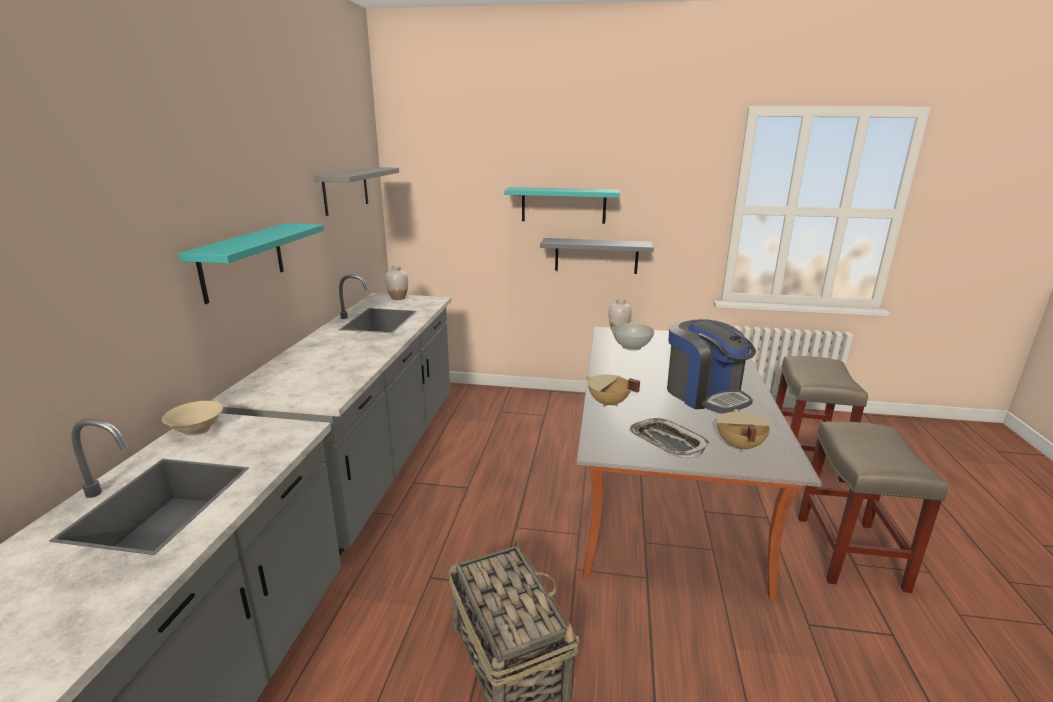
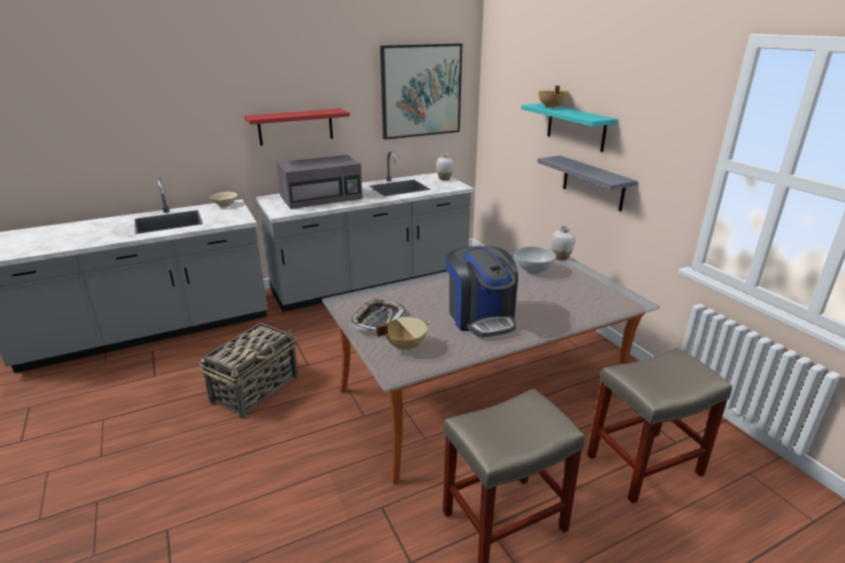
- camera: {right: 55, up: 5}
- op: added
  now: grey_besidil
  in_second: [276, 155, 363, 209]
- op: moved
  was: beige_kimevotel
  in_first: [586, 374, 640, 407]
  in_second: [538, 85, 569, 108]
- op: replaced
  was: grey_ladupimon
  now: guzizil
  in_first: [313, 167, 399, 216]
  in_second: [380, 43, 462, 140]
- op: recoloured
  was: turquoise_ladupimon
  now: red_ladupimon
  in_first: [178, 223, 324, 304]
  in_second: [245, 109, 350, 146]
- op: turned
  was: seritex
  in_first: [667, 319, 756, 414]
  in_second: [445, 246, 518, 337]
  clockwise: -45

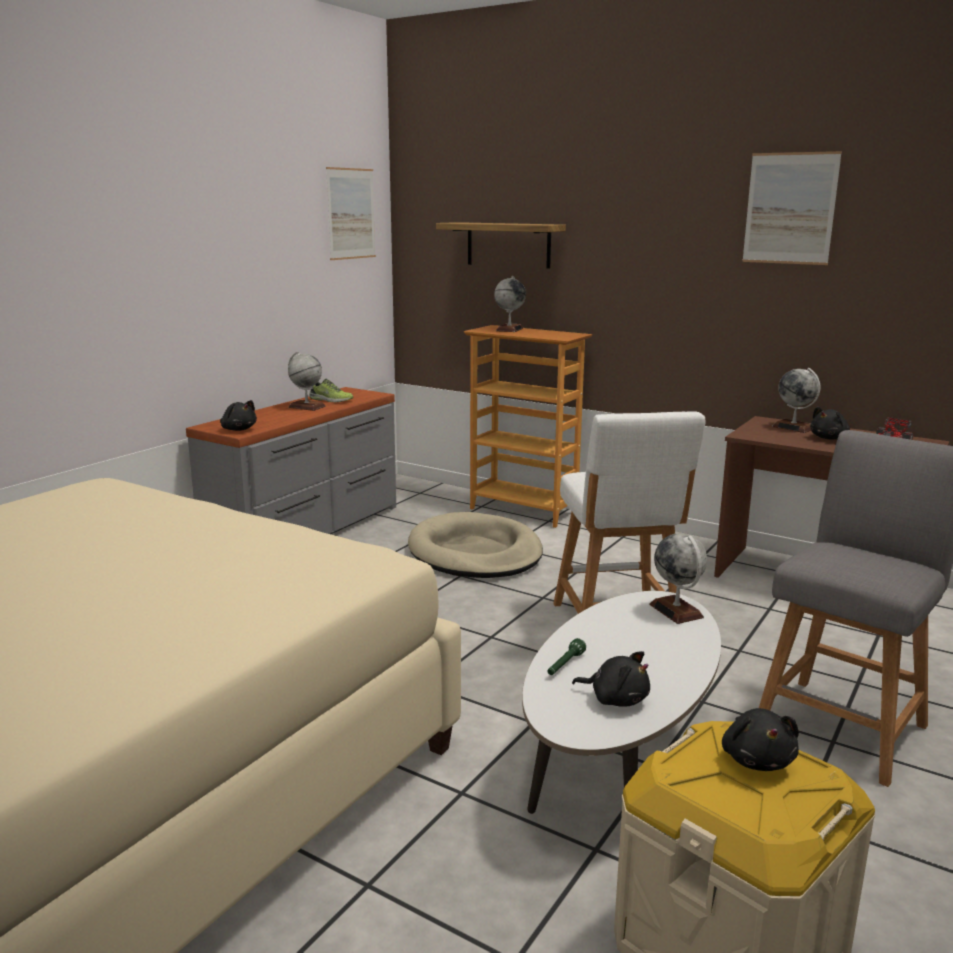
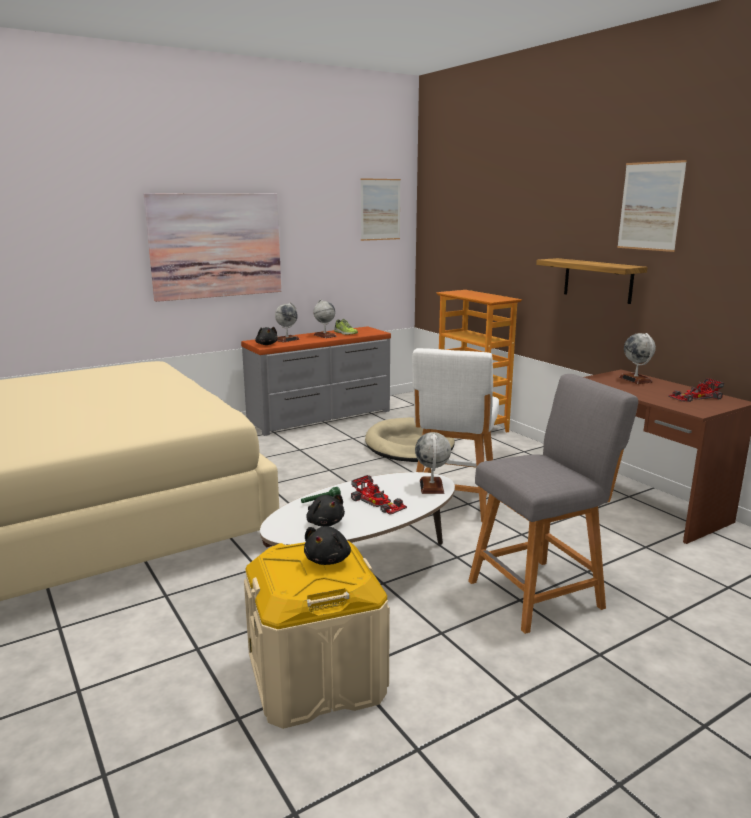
- camera: {right: 25, up: 0}
- op: removed
  was: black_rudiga
  in_first: [810, 406, 850, 440]
- op: added
  now: guzizil
  in_second: [143, 193, 281, 302]
- op: added
  now: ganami
  in_second: [351, 475, 407, 515]
- op: moved
  was: ladupimon
  in_first: [436, 222, 566, 269]
  in_second: [536, 258, 648, 304]
- op: moved
  was: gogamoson
  in_first: [494, 276, 526, 332]
  in_second: [275, 302, 300, 342]

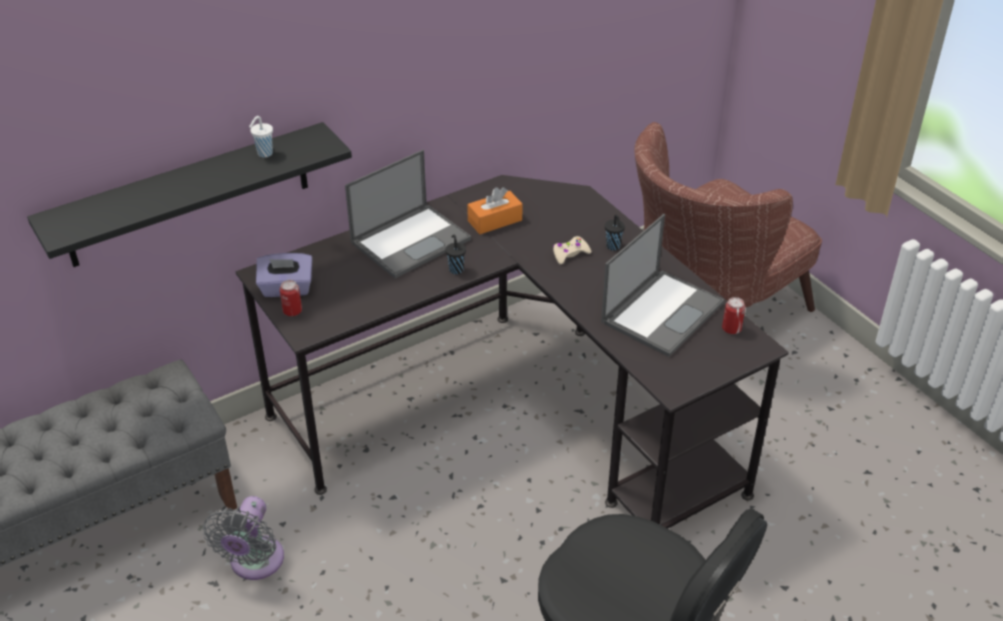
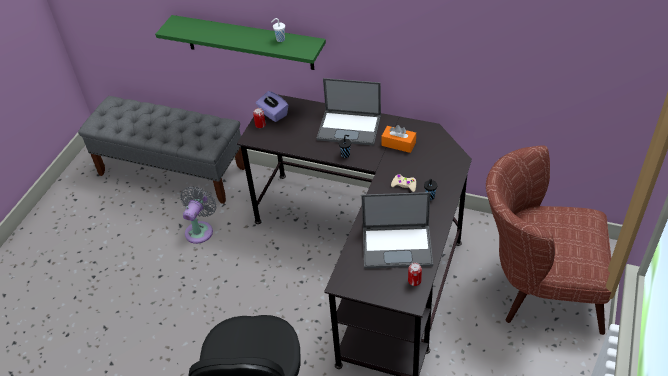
- camera: {right: 55, up: 5}
- op: recoloured
  was: black_ladupimon
  now: green_ladupimon
  in_first: [27, 122, 352, 267]
  in_second: [155, 15, 326, 70]
- op: turned
  was: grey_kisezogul
  in_first: [203, 496, 284, 580]
  in_second: [180, 186, 216, 244]
  clockwise: 135

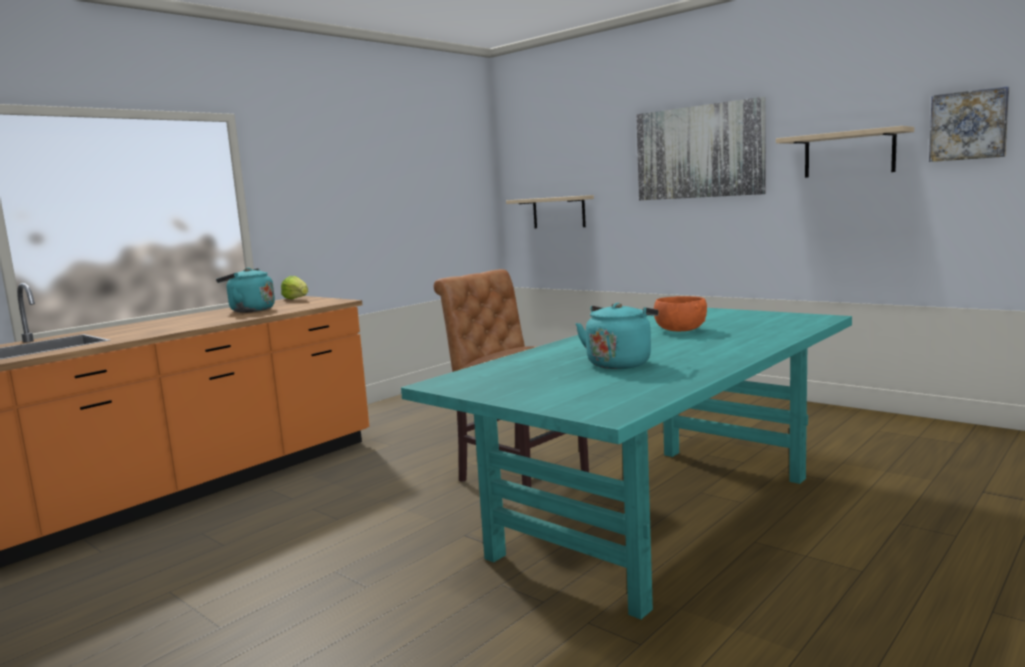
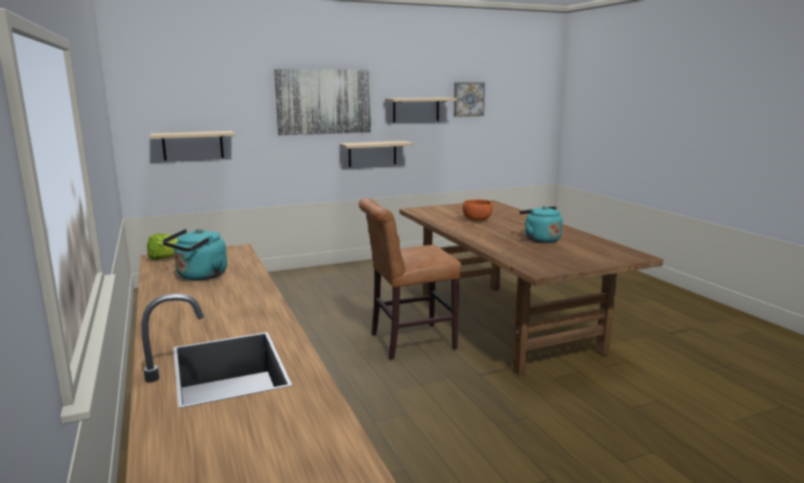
- camera: {right: -65, up: 5}
- op: added
  now: beige_ladupimon
  in_second: [340, 141, 413, 167]
- op: recoloured
  was: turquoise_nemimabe
  now: brown_nemimabe
  in_first: [401, 308, 852, 619]
  in_second: [400, 200, 663, 376]

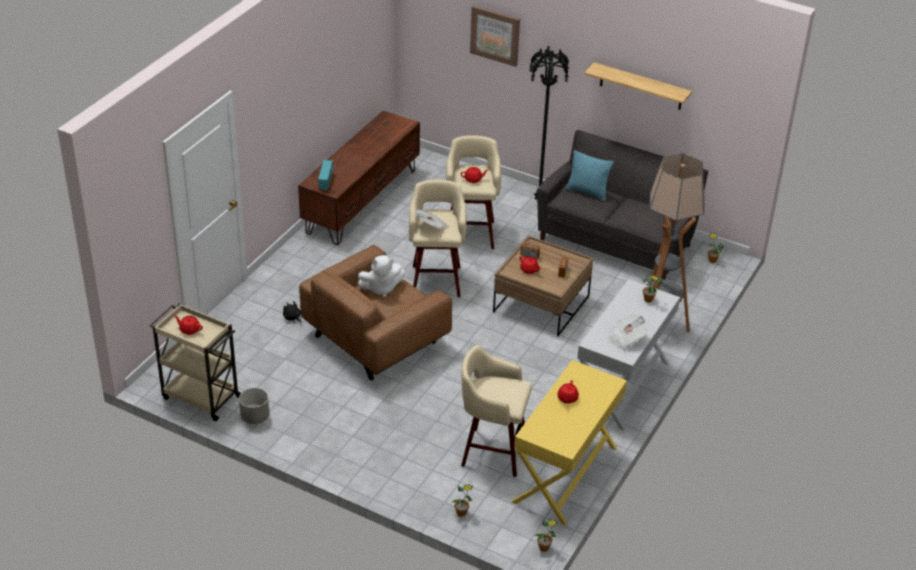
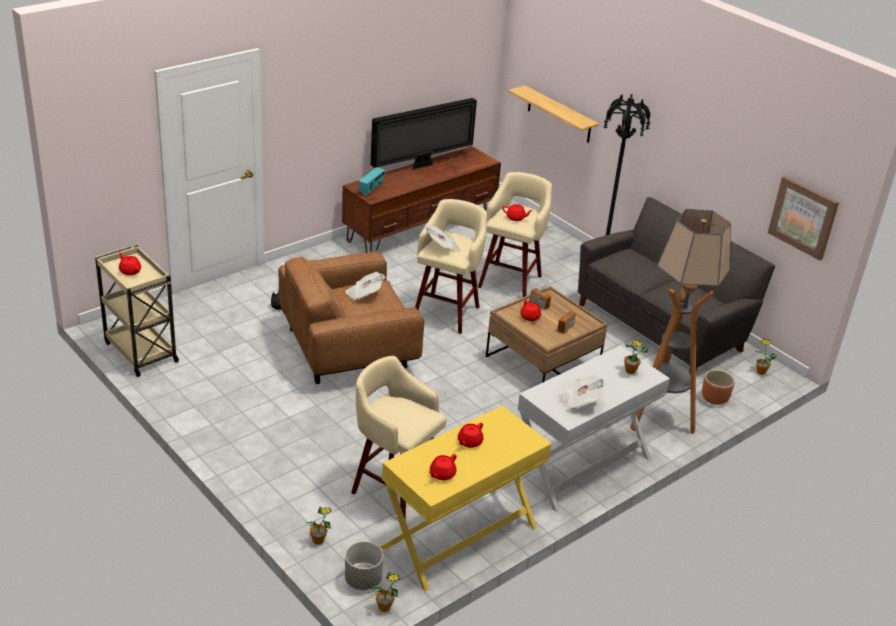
- camera: {right: 20, up: -5}
- op: removed
  was: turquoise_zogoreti
  in_first: [566, 150, 614, 201]
- op: added
  now: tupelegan
  in_second: [371, 98, 477, 170]
- op: added
  now: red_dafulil
  in_second: [429, 454, 457, 480]
- op: added
  now: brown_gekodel
  in_second: [702, 370, 735, 405]
- op: moved
  was: grey_gekodel
  in_first: [239, 388, 269, 424]
  in_second: [345, 541, 383, 590]
- op: moved
  was: guzizil
  in_first: [470, 5, 520, 67]
  in_second: [768, 176, 839, 260]
- op: moved
  was: ladupimon
  in_first: [584, 62, 692, 110]
  in_second: [508, 85, 599, 143]
- op: replaced
  was: white_rudiga
  now: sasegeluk
  in_first: [358, 255, 405, 297]
  in_second: [346, 272, 385, 301]

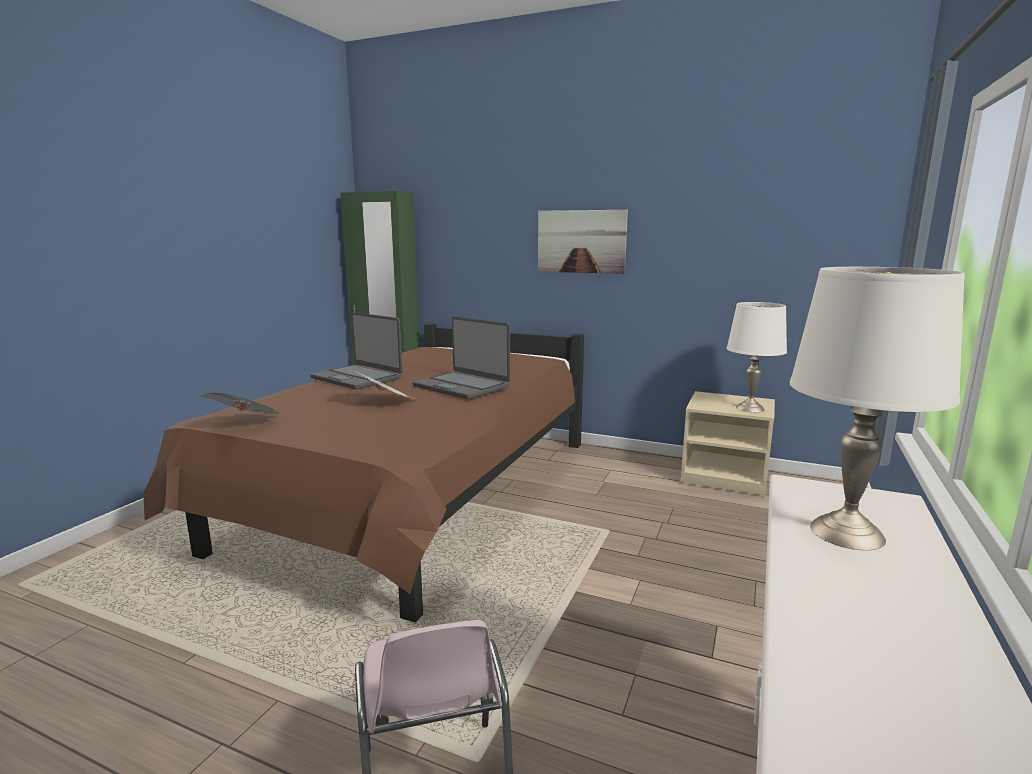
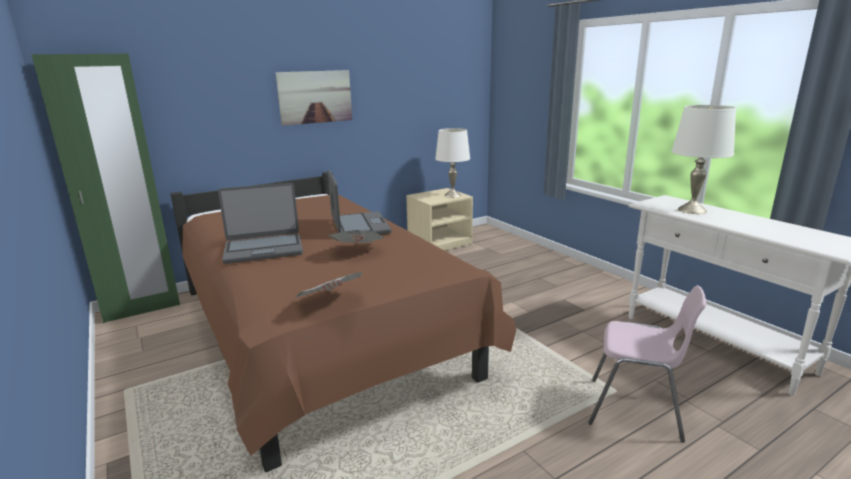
- camera: {right: -55, up: 5}
- op: turned
  was: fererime
  in_first: [413, 316, 510, 399]
  in_second: [328, 170, 392, 234]
  clockwise: -90

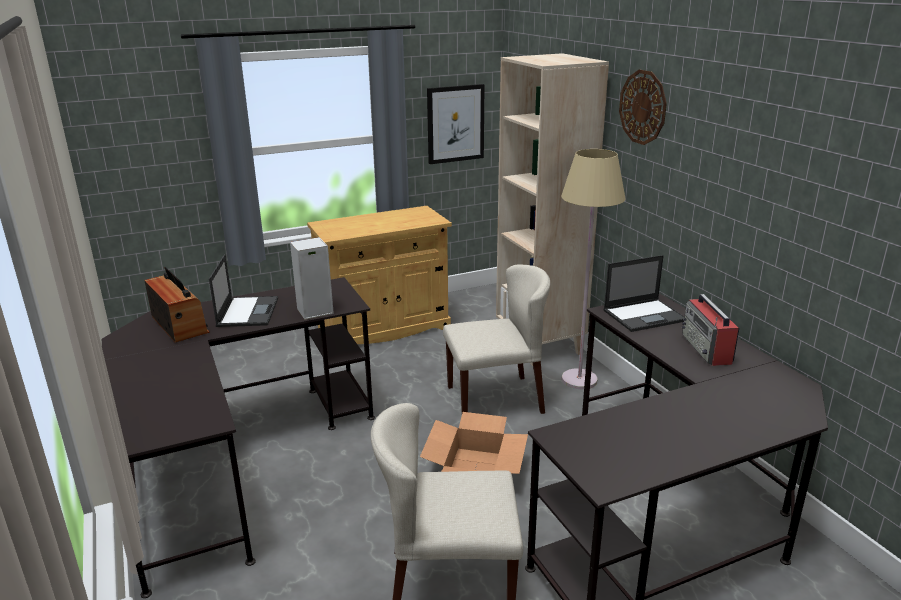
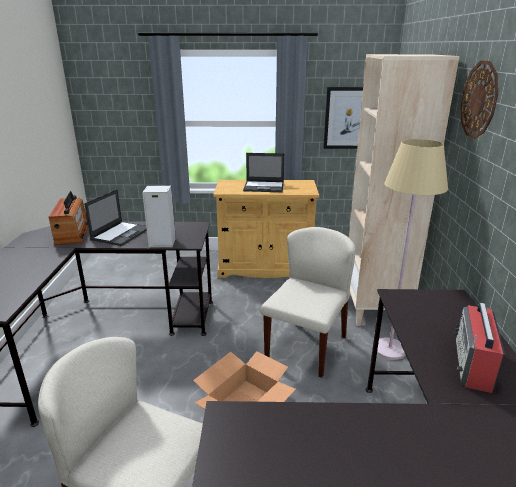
- camera: {right: 25, up: 0}
- op: moved
  was: fererime
  in_first: [603, 255, 684, 332]
  in_second: [243, 153, 284, 192]
- op: turned
  was: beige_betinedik
  in_first: [443, 264, 550, 414]
  in_second: [261, 227, 356, 378]
  clockwise: -75

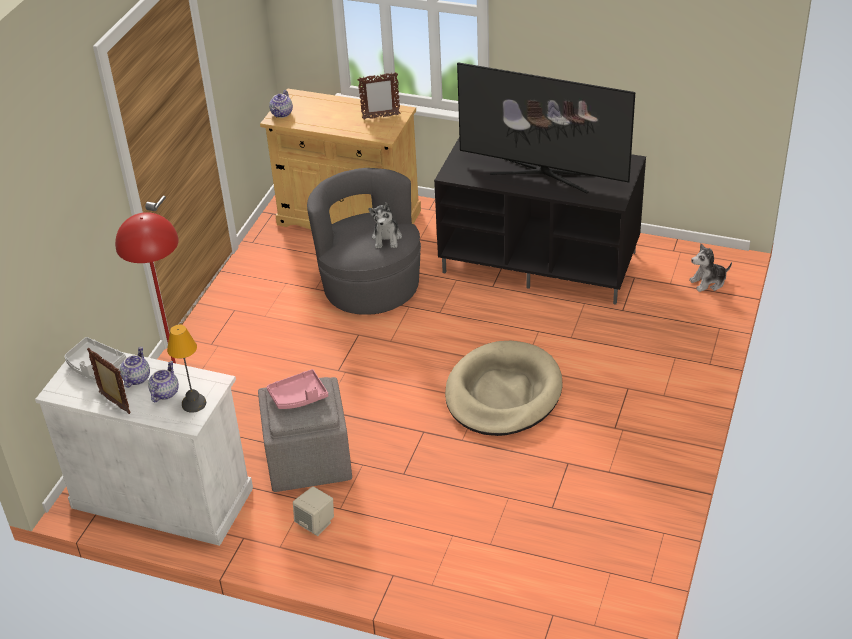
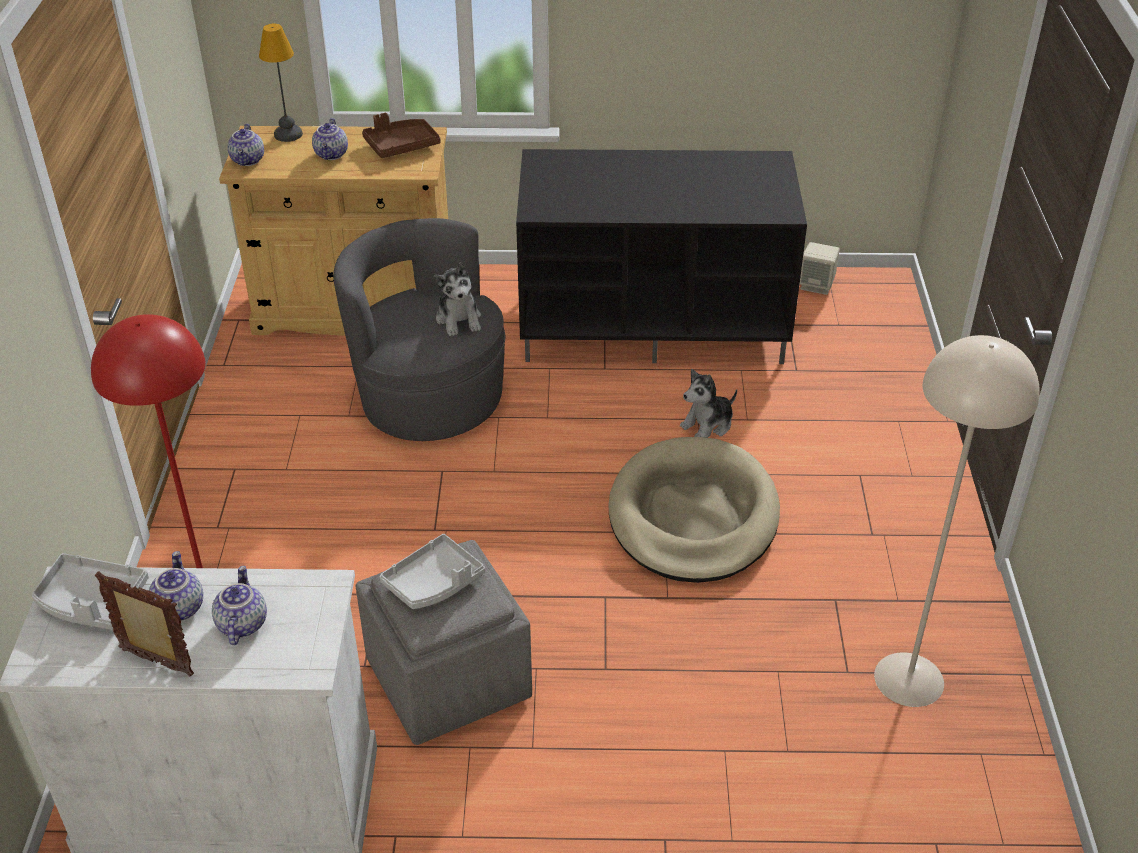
- camera: {right: -20, up: 0}
- op: removed
  was: tupelegan
  in_first: [457, 62, 635, 193]
- op: added
  now: dafulil
  in_second: [312, 118, 348, 160]
- op: added
  now: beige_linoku
  in_second: [874, 335, 1040, 707]
- op: moved
  was: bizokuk
  in_first: [167, 324, 206, 413]
  in_second: [259, 24, 303, 142]
- op: moved
  was: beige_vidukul
  in_first: [293, 487, 334, 536]
  in_second: [800, 242, 840, 295]
- op: moved
  was: rudiga
  in_first: [689, 243, 732, 292]
  in_second: [680, 369, 737, 438]
- op: replaced
  was: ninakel
  now: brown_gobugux
  in_first: [358, 72, 400, 119]
  in_second: [362, 113, 440, 158]
- op: recoloured
  was: pink_gobugux
  now: grey_gobugux
  in_first: [267, 369, 328, 409]
  in_second: [380, 534, 485, 609]

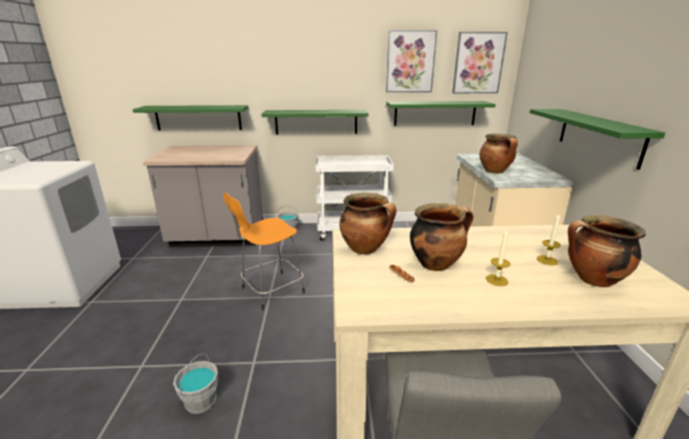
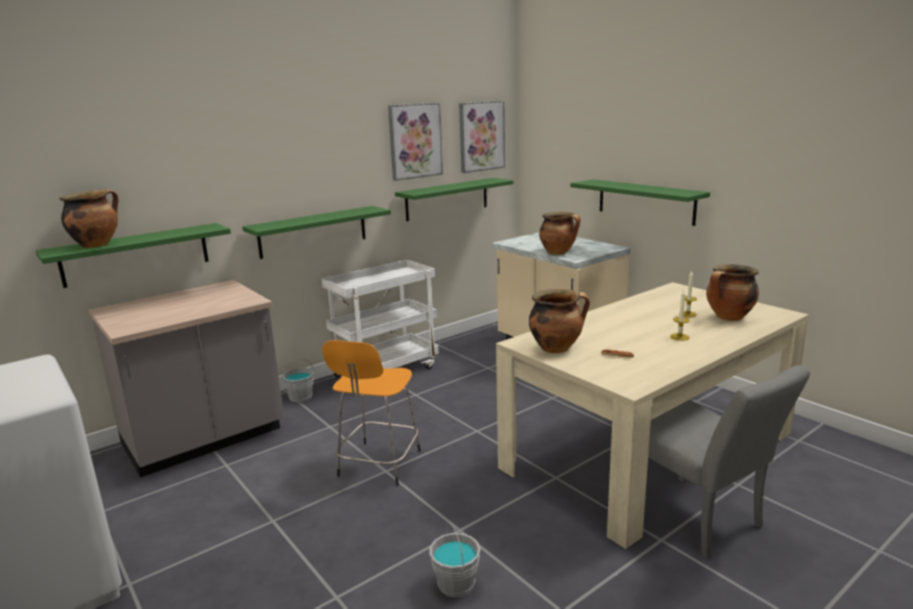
- camera: {right: -35, up: -5}
- op: moved
  was: kimevotel
  in_first: [410, 203, 474, 271]
  in_second: [60, 189, 118, 248]

